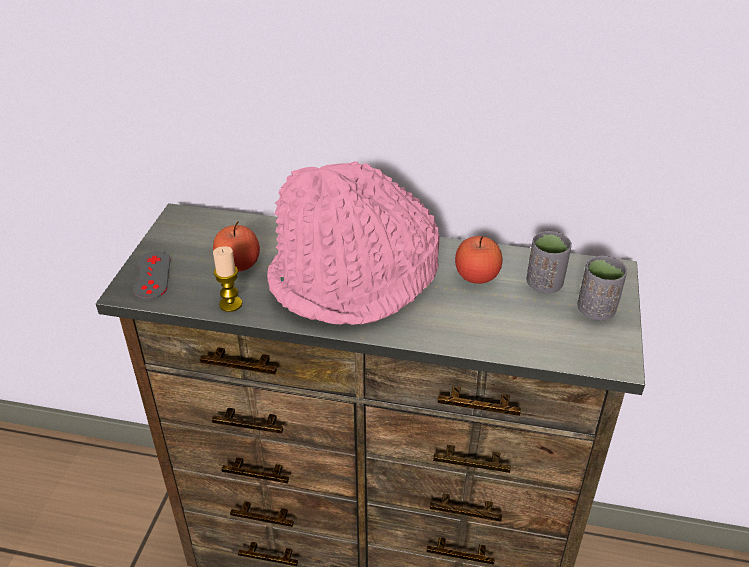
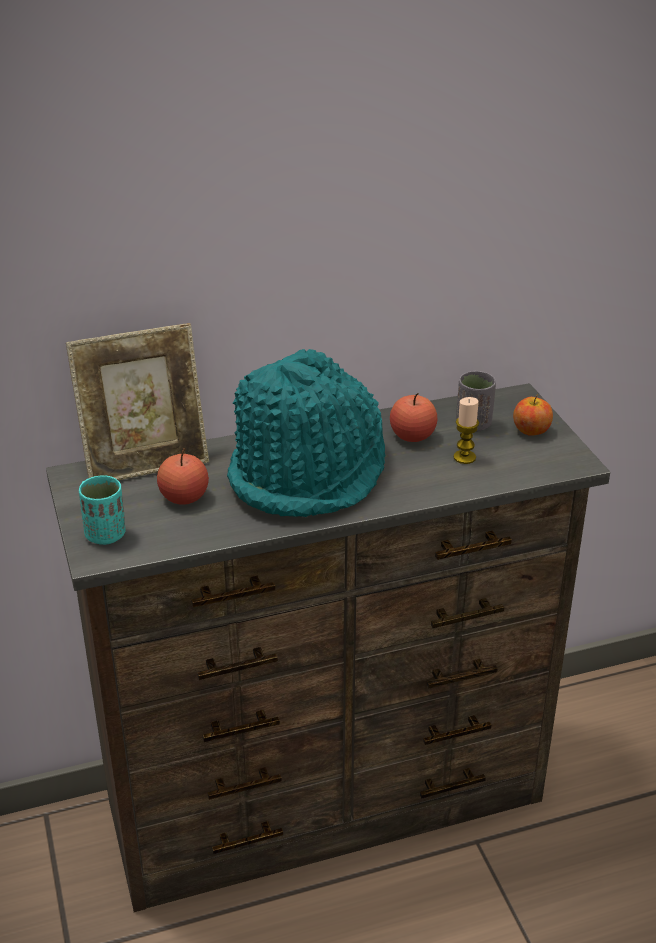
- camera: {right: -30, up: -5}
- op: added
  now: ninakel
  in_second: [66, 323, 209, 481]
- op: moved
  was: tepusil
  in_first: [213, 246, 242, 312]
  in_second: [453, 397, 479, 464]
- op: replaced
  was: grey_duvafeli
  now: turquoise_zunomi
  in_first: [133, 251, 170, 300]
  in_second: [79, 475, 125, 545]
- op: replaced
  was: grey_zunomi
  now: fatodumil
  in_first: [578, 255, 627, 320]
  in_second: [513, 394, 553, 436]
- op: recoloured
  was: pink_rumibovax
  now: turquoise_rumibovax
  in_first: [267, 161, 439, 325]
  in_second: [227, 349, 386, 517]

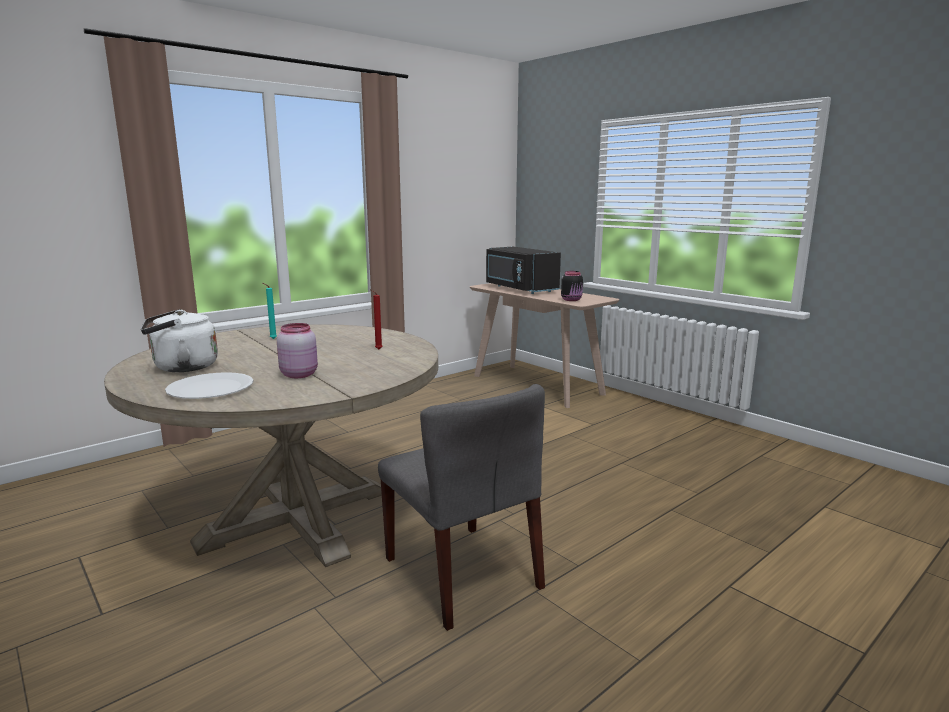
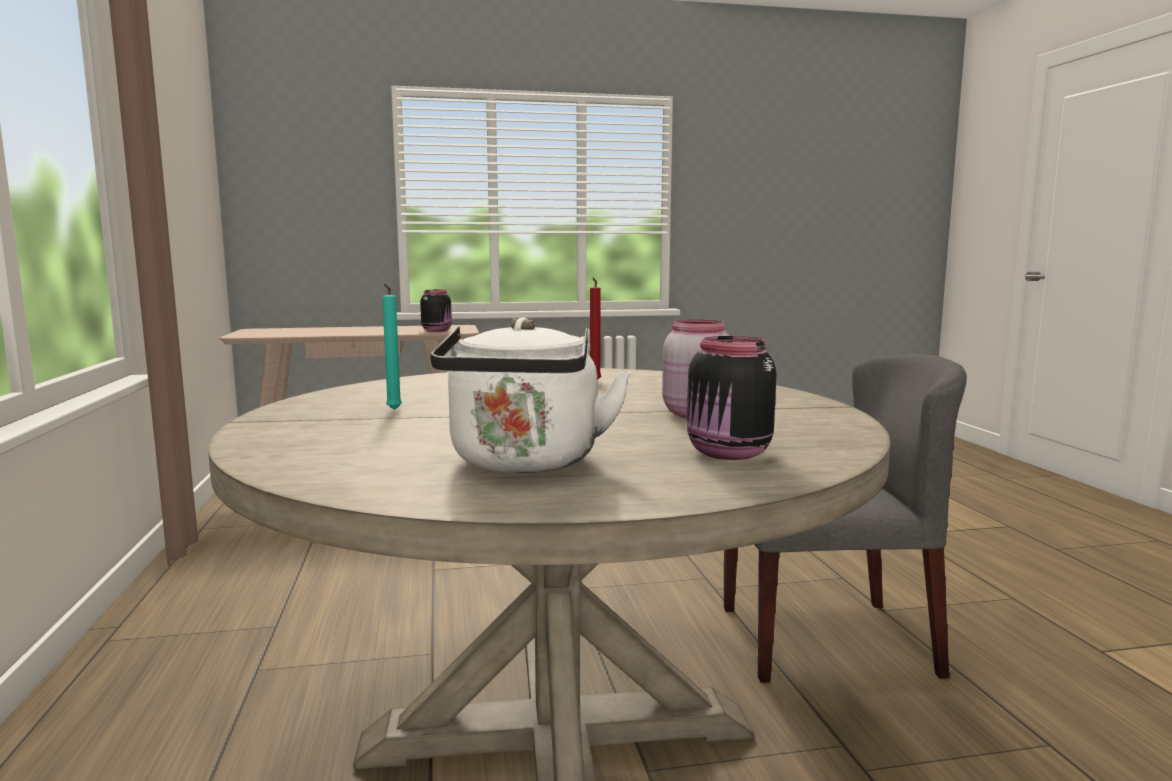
- camera: {right: -60, up: -5}
- op: removed
  was: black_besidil
  in_first: [486, 247, 561, 294]
- op: replaced
  was: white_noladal
  now: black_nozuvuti
  in_first: [165, 372, 254, 399]
  in_second: [687, 336, 776, 460]

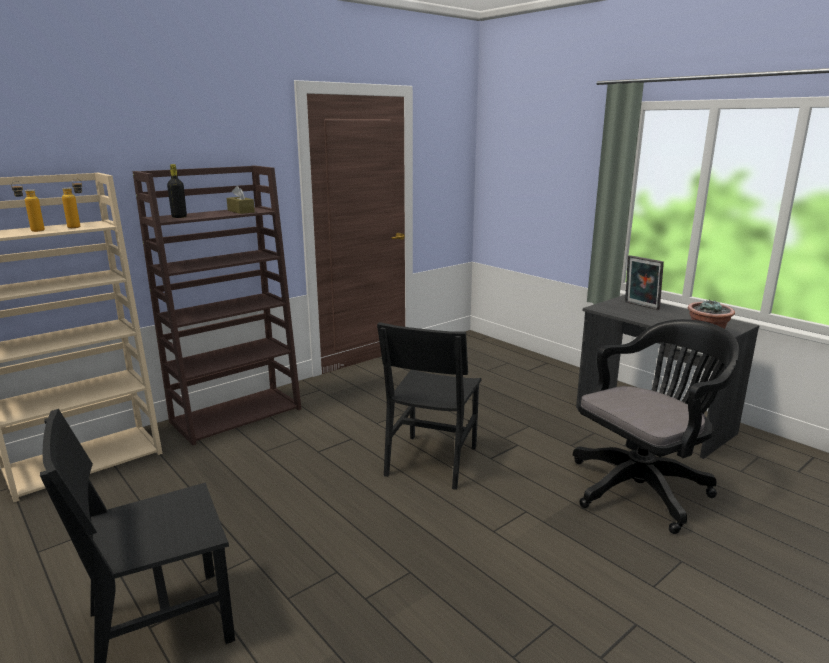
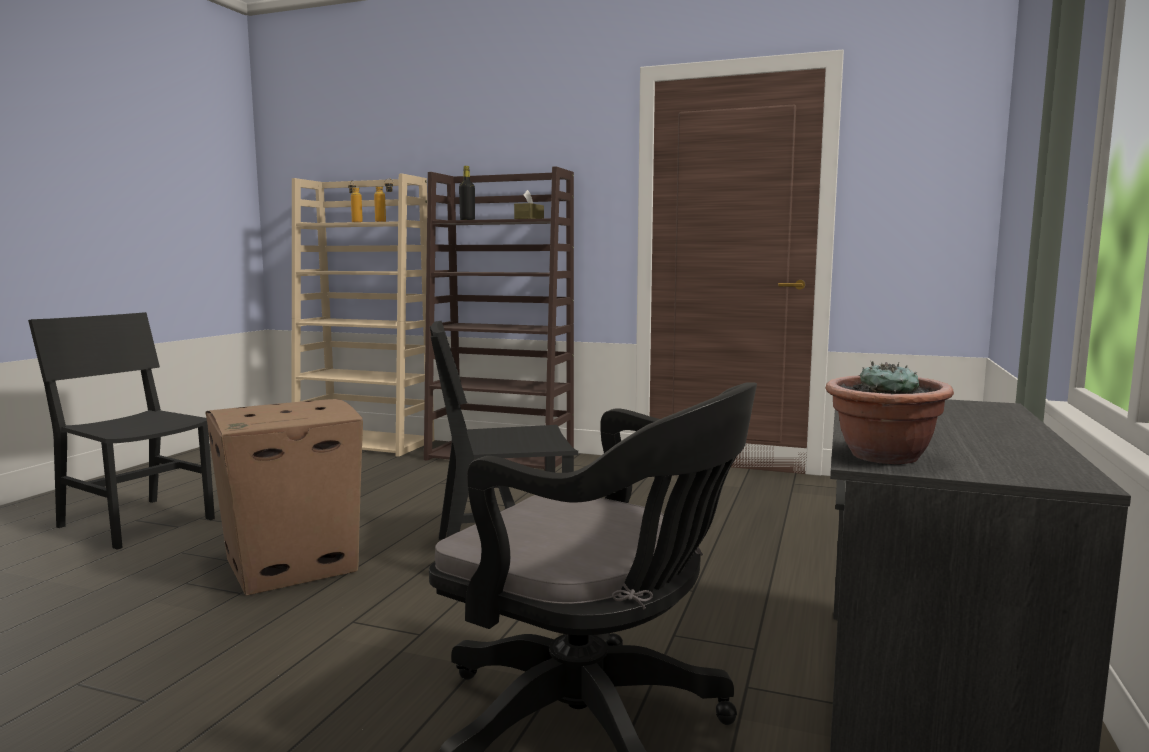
- camera: {right: 60, up: -10}
- op: removed
  was: ninakel
  in_first: [625, 255, 664, 310]
- op: added
  now: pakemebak
  in_second: [206, 399, 363, 595]

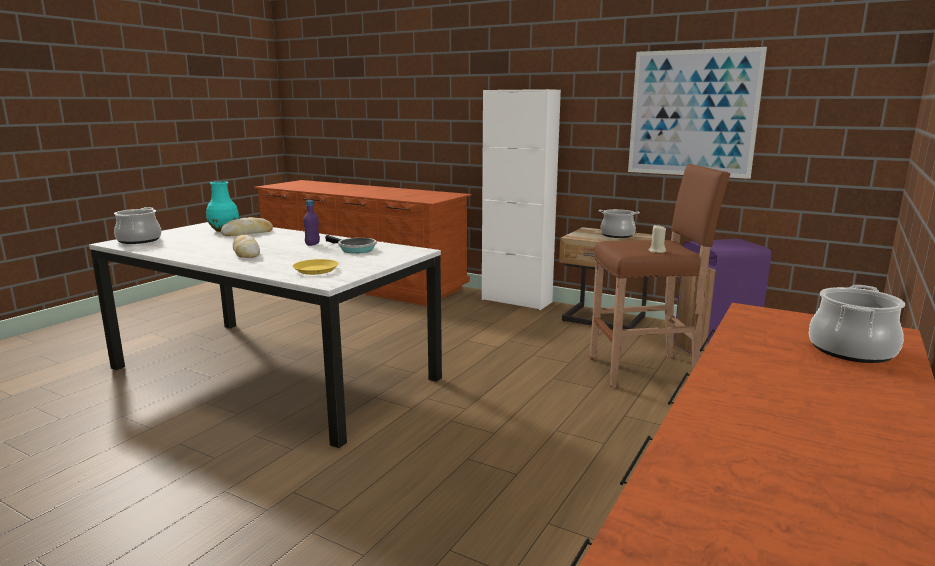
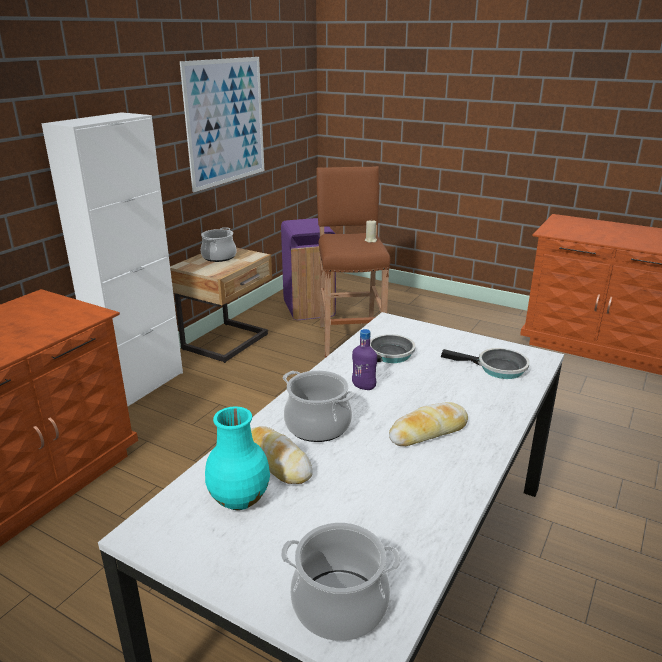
- camera: {right: -90, up: 10}
- op: moved
  was: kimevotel
  in_first: [809, 285, 905, 363]
  in_second: [283, 370, 354, 442]
- op: replaced
  was: yellow_noladal
  now: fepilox
  in_first: [293, 259, 339, 275]
  in_second: [441, 348, 530, 379]

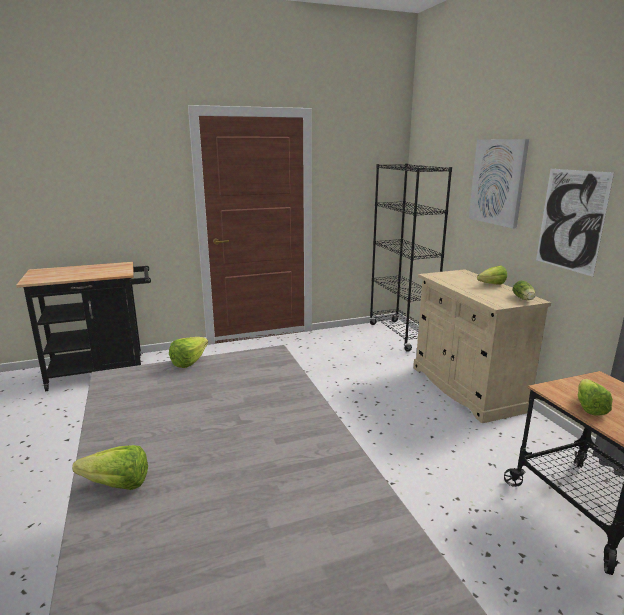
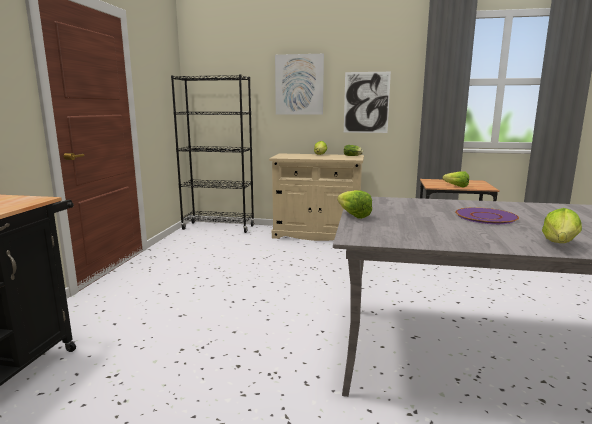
- camera: {right: -60, up: -5}
- op: added
  now: purple_noladal
  in_second: [455, 207, 519, 224]

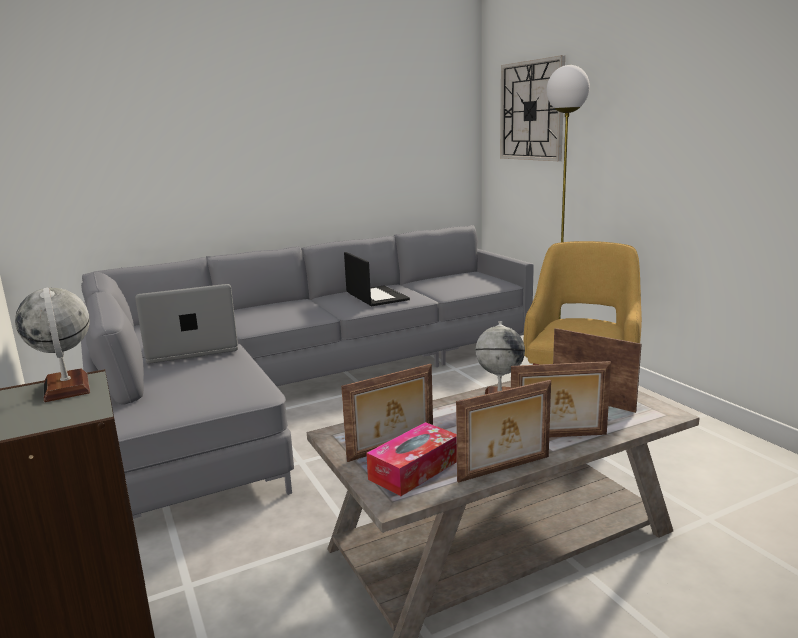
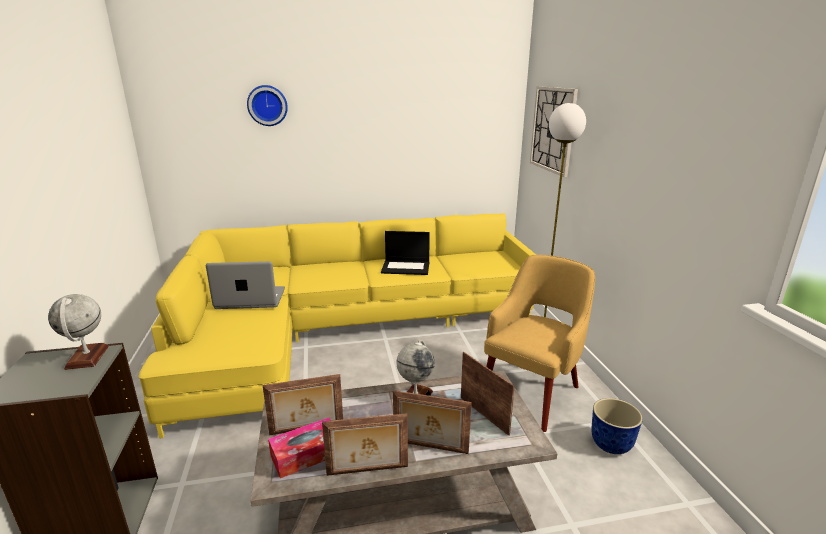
- camera: {right: 15, up: 5}
- op: added
  now: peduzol
  in_second: [247, 85, 288, 126]
- op: added
  now: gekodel
  in_second: [591, 398, 643, 454]
- op: recoloured
  was: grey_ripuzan
  now: yellow_ripuzan
  in_first: [81, 225, 534, 519]
  in_second: [139, 213, 536, 439]
- op: turned
  was: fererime
  in_first: [344, 252, 410, 306]
  in_second: [381, 231, 430, 275]
  clockwise: 105

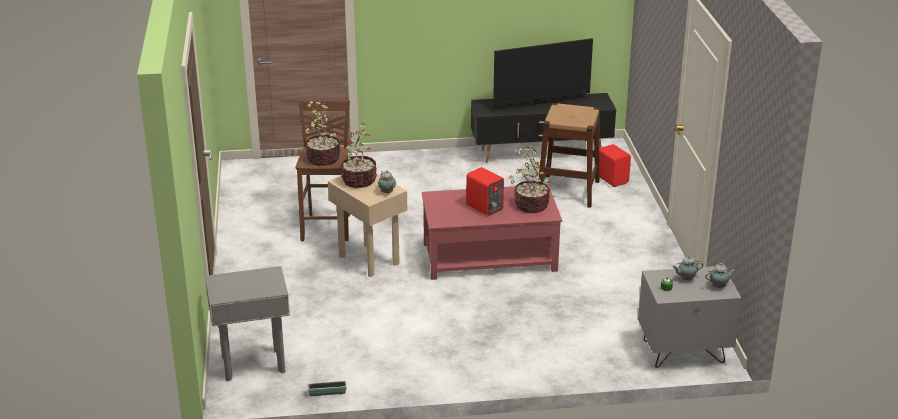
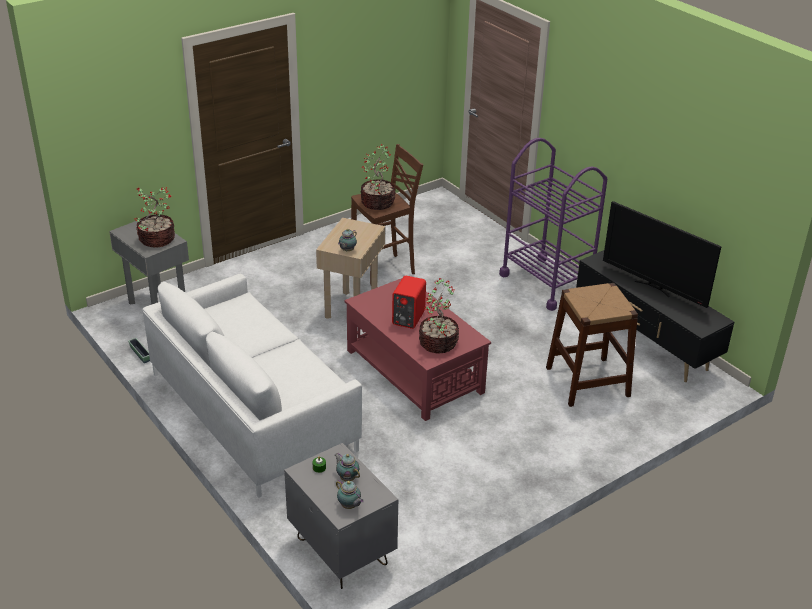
- camera: {right: 60, up: 5}
- op: removed
  was: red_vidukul
  in_first: [599, 144, 631, 187]
- op: added
  now: white_ripuzan
  in_second: [143, 274, 362, 498]
- op: added
  now: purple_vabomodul
  in_second: [499, 138, 607, 311]
- op: moved
  was: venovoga
  in_first: [341, 123, 377, 188]
  in_second: [135, 187, 175, 248]

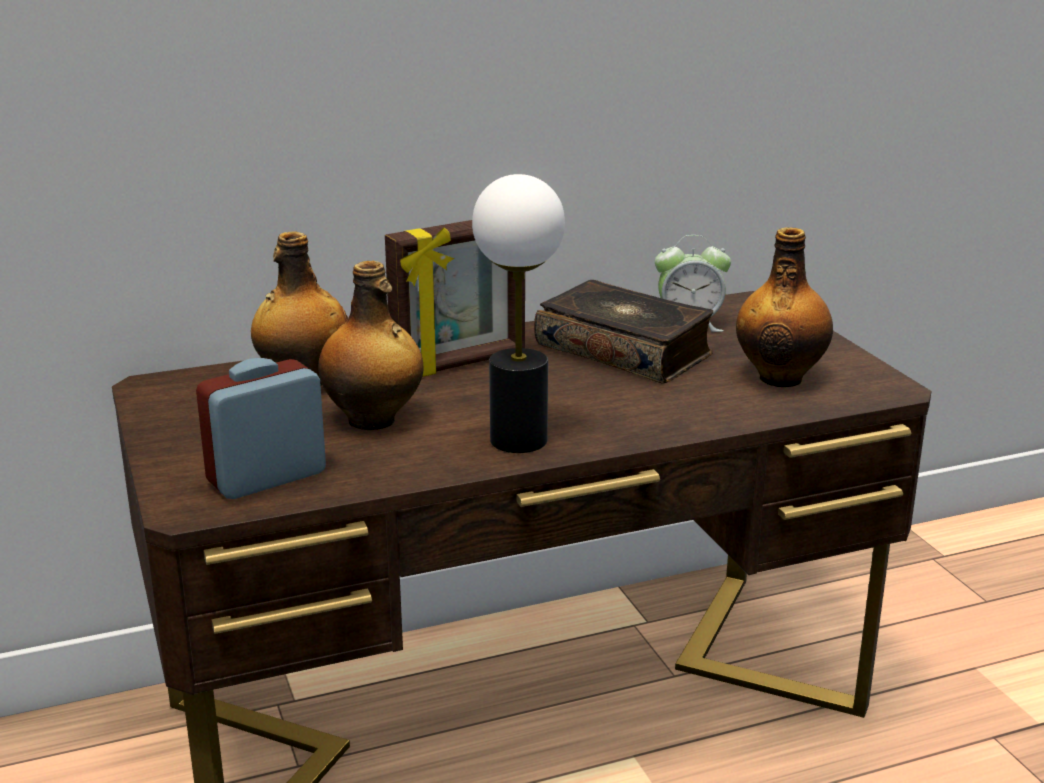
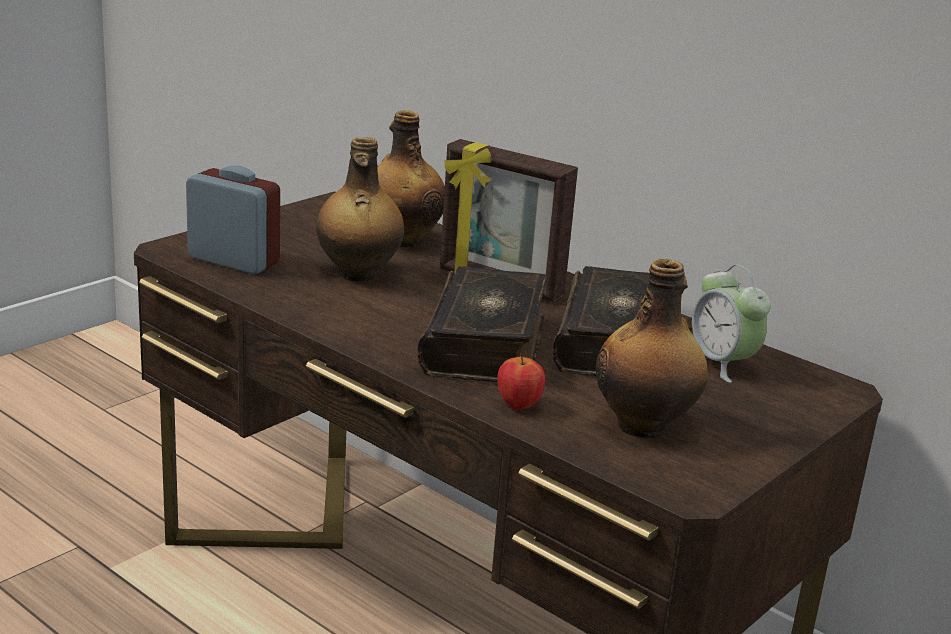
- camera: {right: 60, up: 0}
- op: removed
  was: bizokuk
  in_first: [472, 174, 565, 453]
- op: added
  now: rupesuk
  in_second: [417, 266, 547, 382]
- op: added
  now: fatodumil
  in_second: [497, 353, 545, 410]

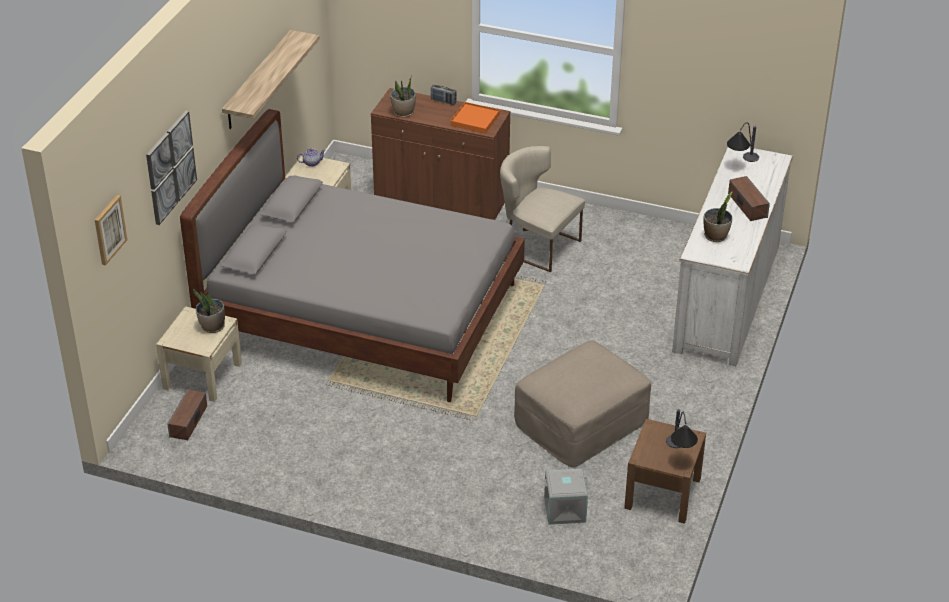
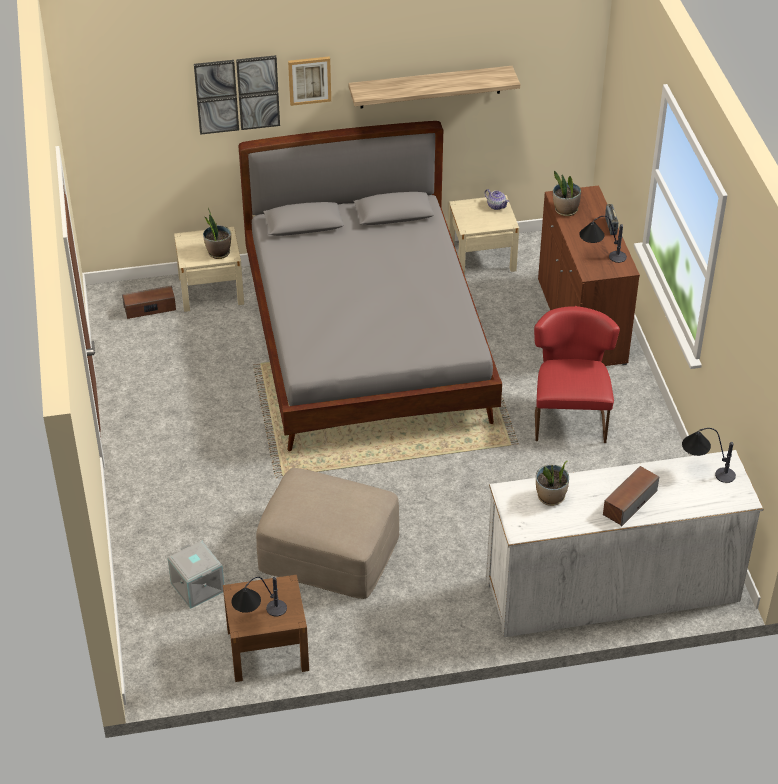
- camera: {right: 60, up: 5}
- op: moved
  was: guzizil
  in_first: [95, 195, 127, 265]
  in_second: [288, 56, 331, 106]
- op: replaced
  was: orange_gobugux
  now: bizokuk
  in_first: [450, 102, 500, 134]
  in_second: [579, 216, 627, 263]
- op: recoloured
  was: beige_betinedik
  now: red_betinedik
  in_first: [500, 146, 585, 272]
  in_second: [534, 306, 620, 443]

